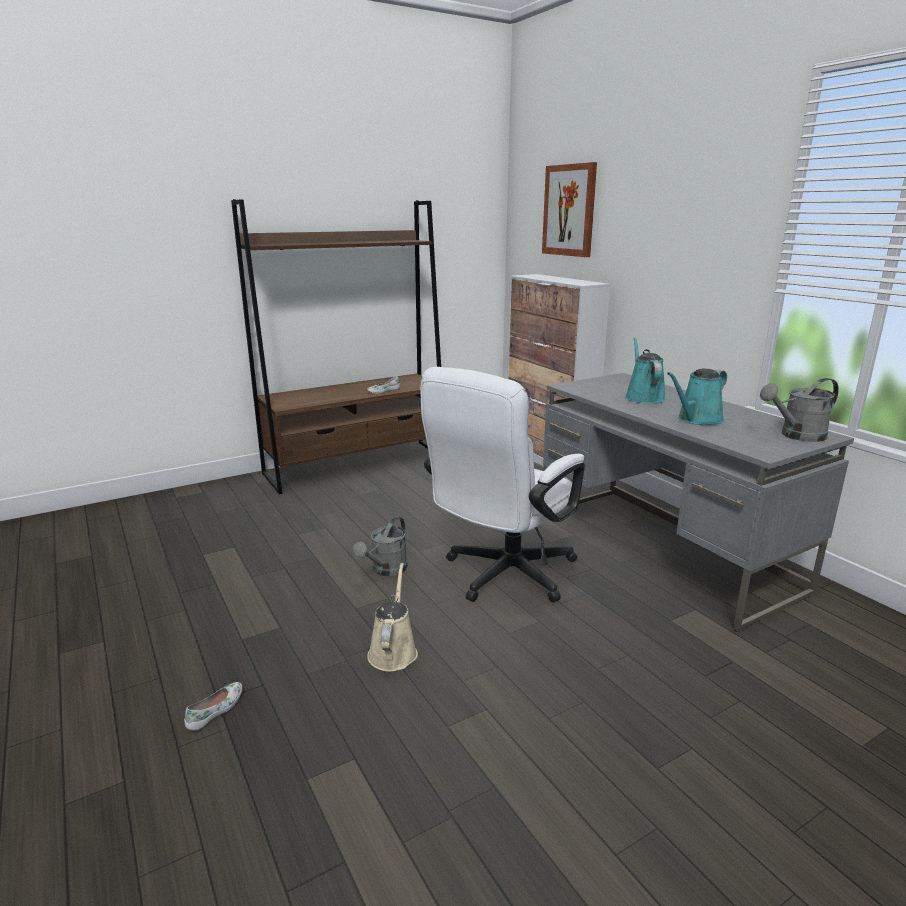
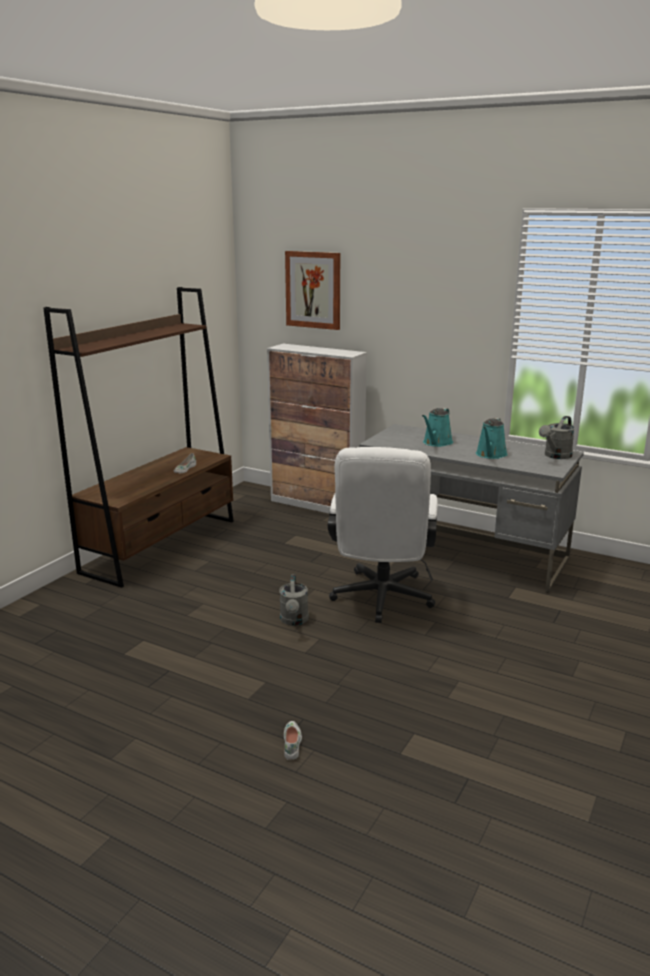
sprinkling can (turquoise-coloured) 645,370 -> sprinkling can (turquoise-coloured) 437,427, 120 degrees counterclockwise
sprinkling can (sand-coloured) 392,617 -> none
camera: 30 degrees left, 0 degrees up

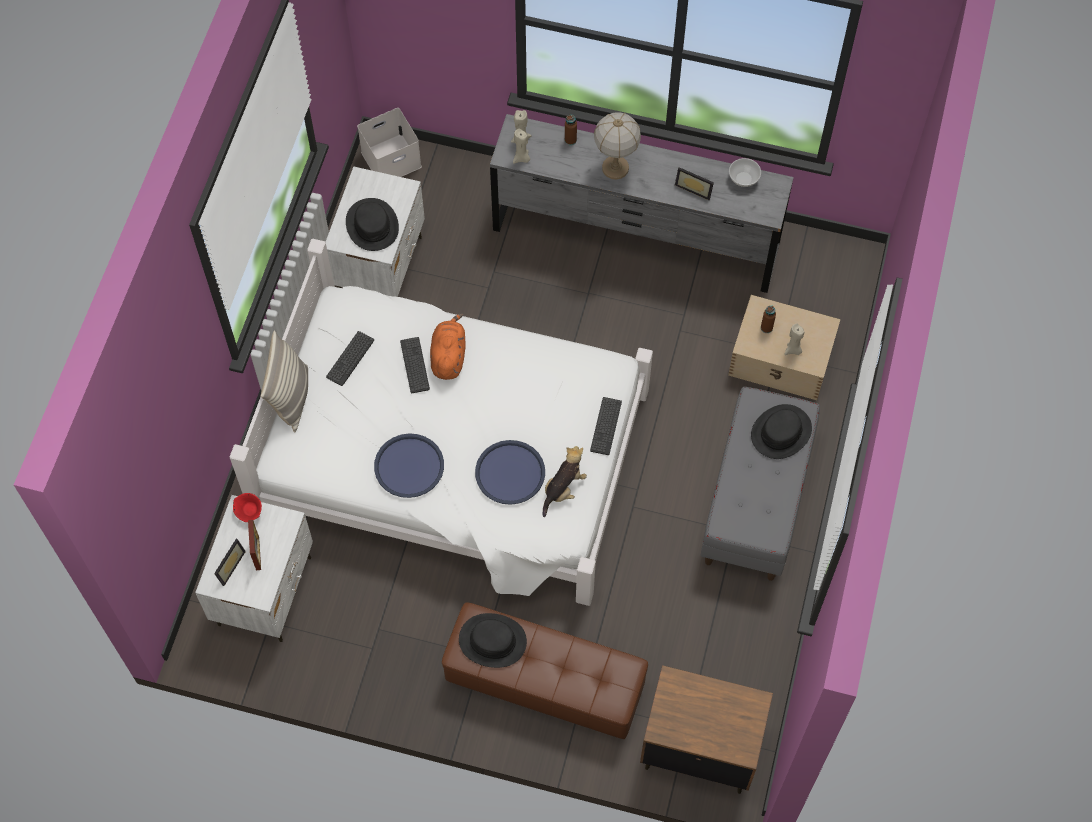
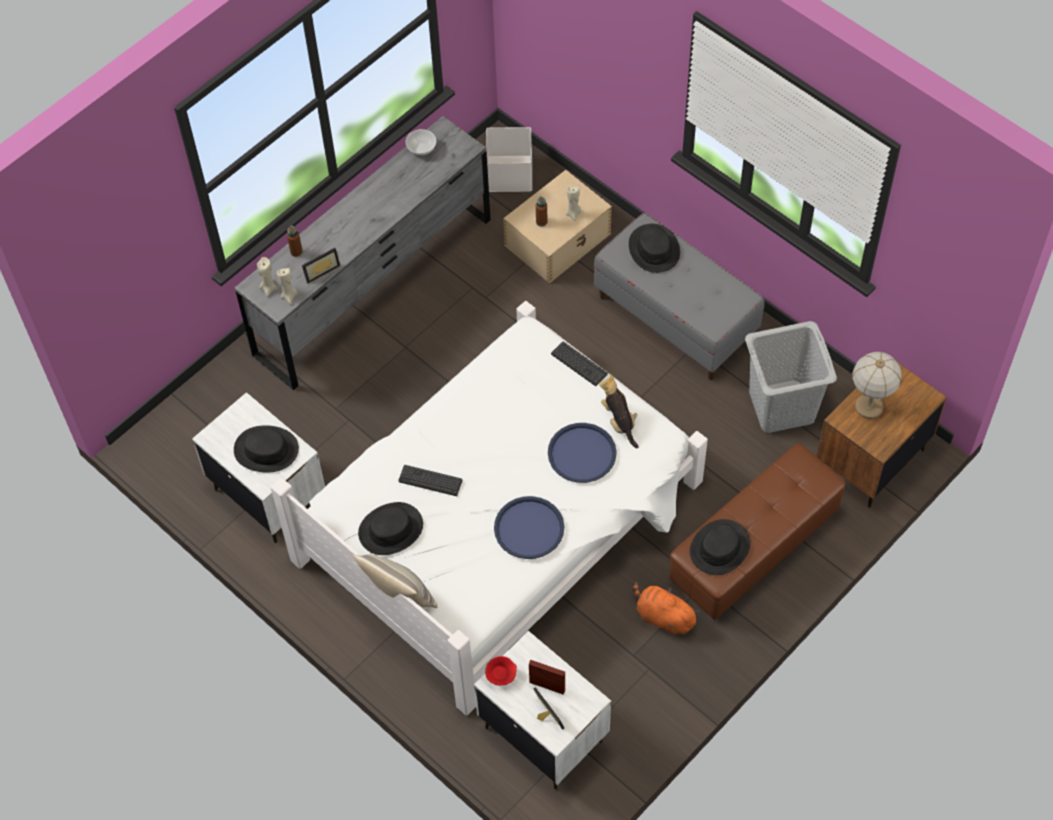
storage bin (white) 389,142 -> storage bin (white) 509,159, move
tabletop lamp 617,146 -> tabletop lamp 876,385, move
photo frame 694,183 -> photo frame 321,265, move
plush toy (orange) 448,346 -> plush toy (orange) 666,608, move
computer keyboard 350,358 -> wearable hat (blackish) 390,528
none -> hamper (grey) 791,377
camera: 60 degrees left, 5 degrees down

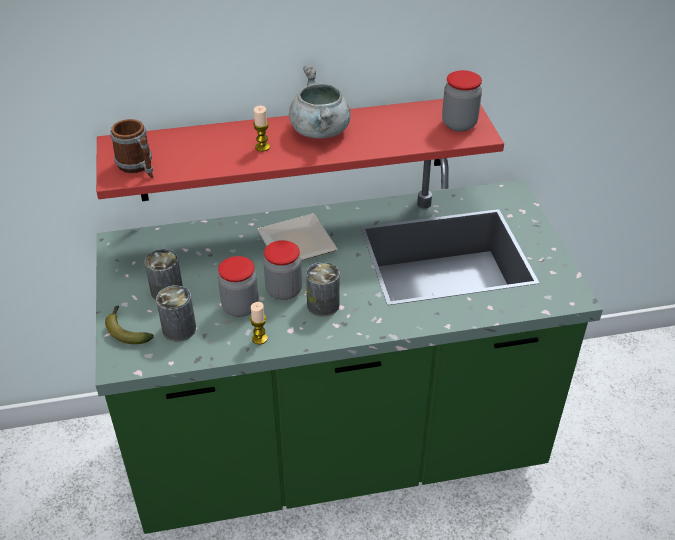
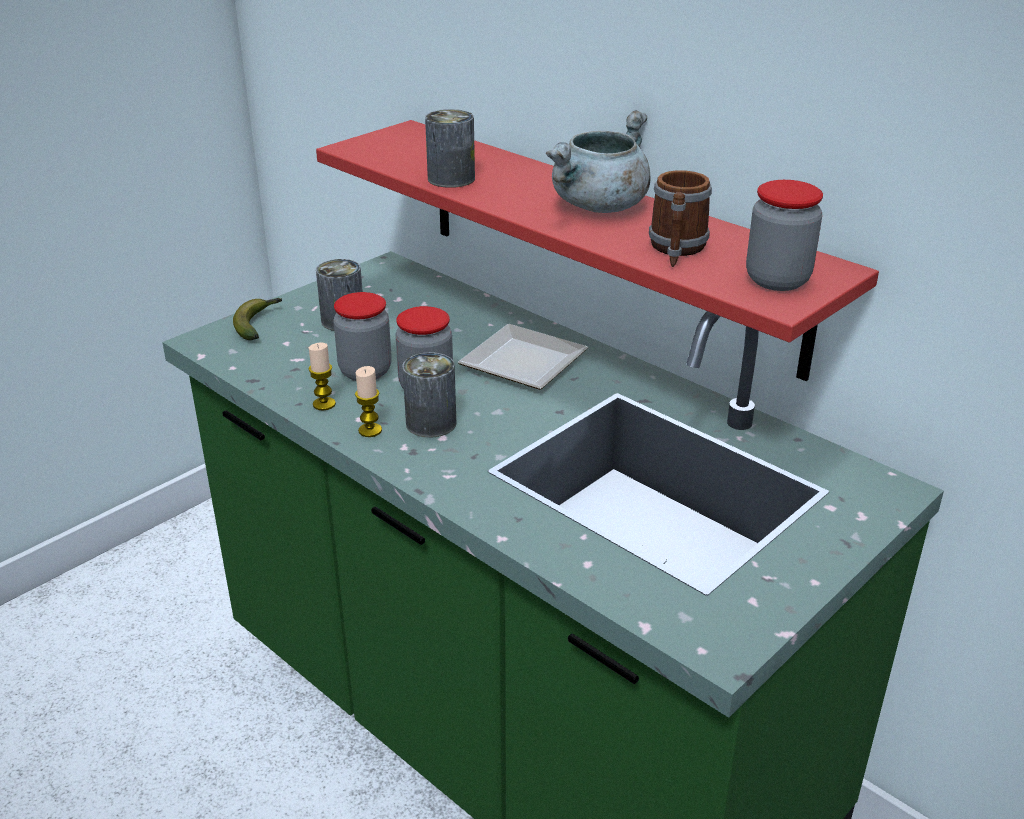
wax light 261,128 -> wax light 368,401, move
tea mug 131,148 -> tea mug 680,218, move
metal can 176,313 -> metal can 450,148, move
camera: 55 degrees right, 10 degrees down

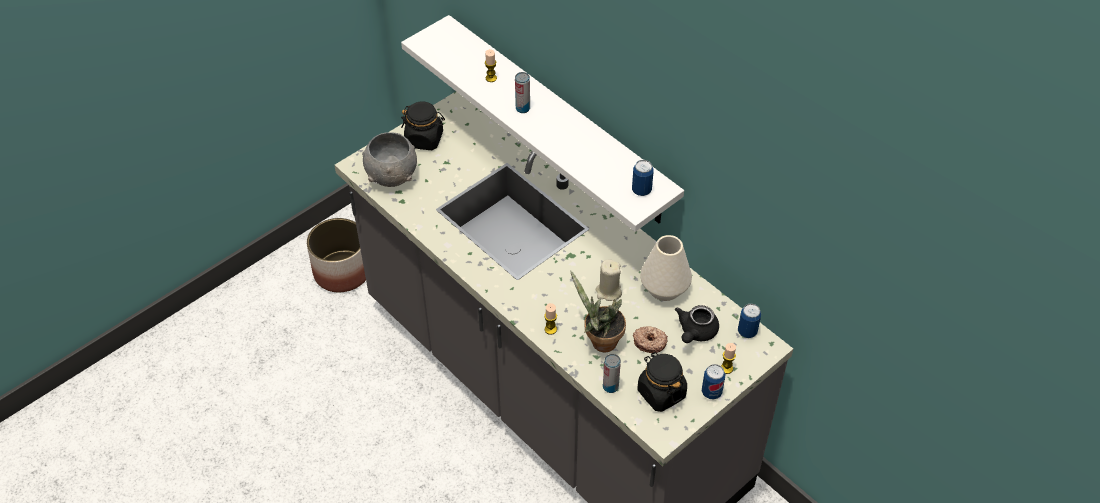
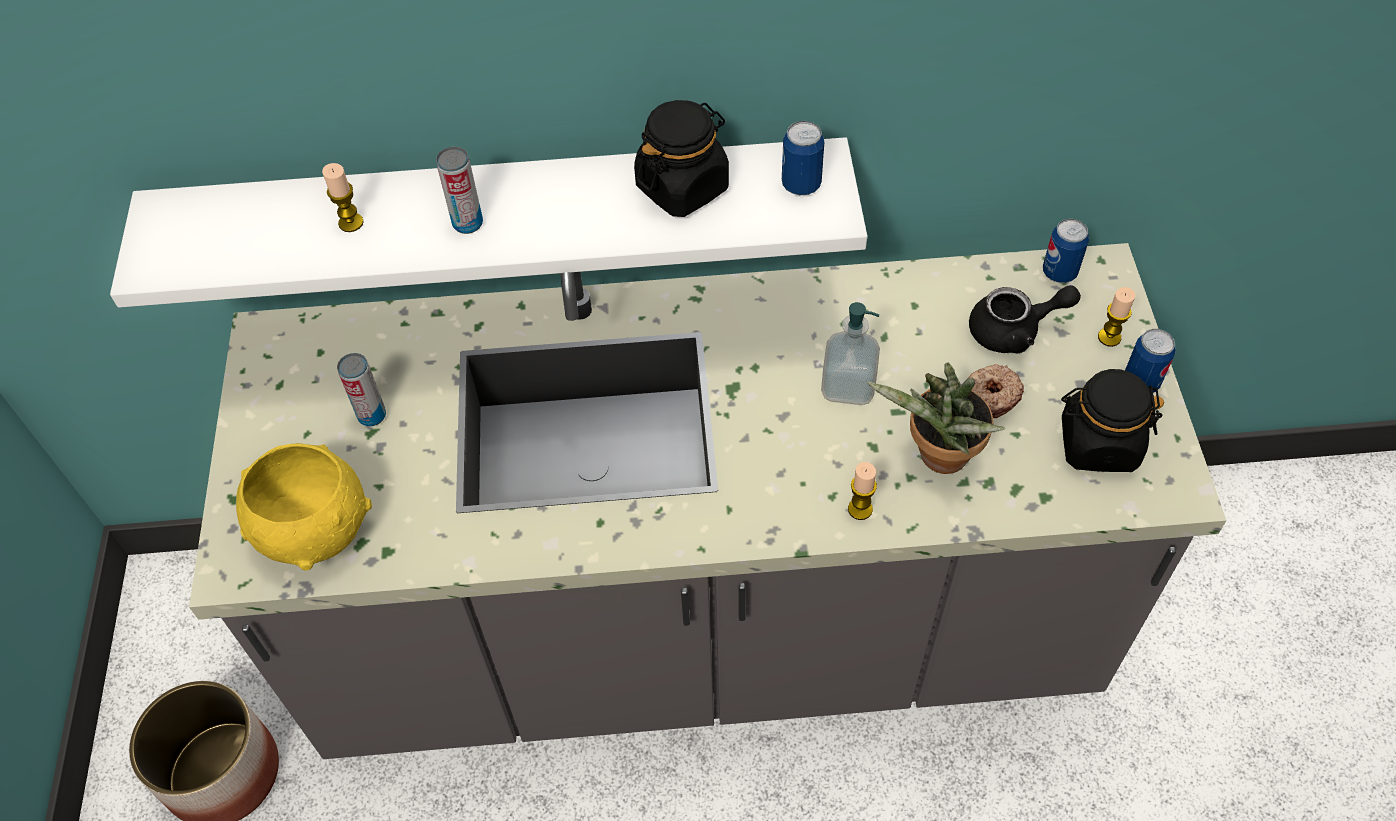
jar (blackish) 423,125 -> jar (blackish) 681,158, move
bowl (grey) 389,160 -> bowl (yellowish) 304,507
vase (white) 666,268 -> none
wax light (sand-coloured) 609,280 -> soap dispenser 850,353
tea pot (blackish) 697,324 -> tea pot (blackish) 1025,319, 75 degrees counterclockwise
metal can 612,373 -> metal can 361,389, move
camera: 50 degrees left, 5 degrees up

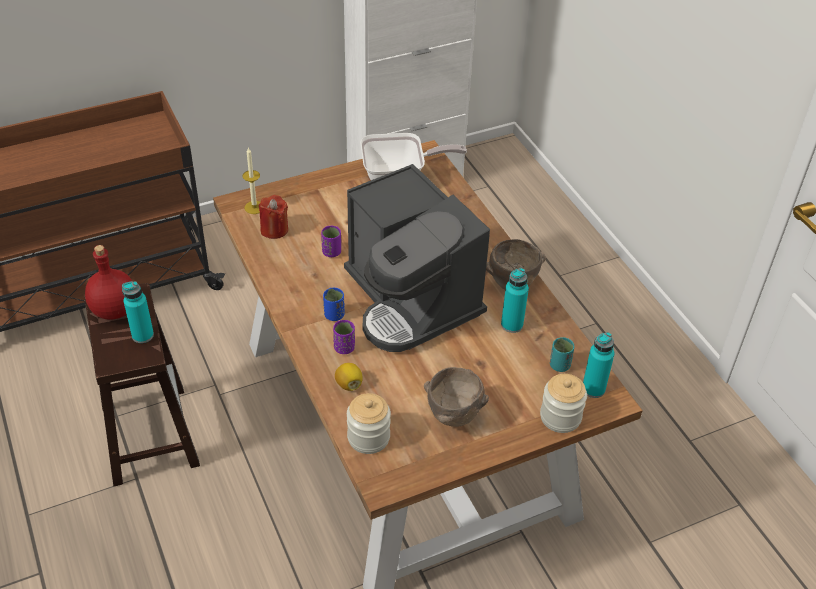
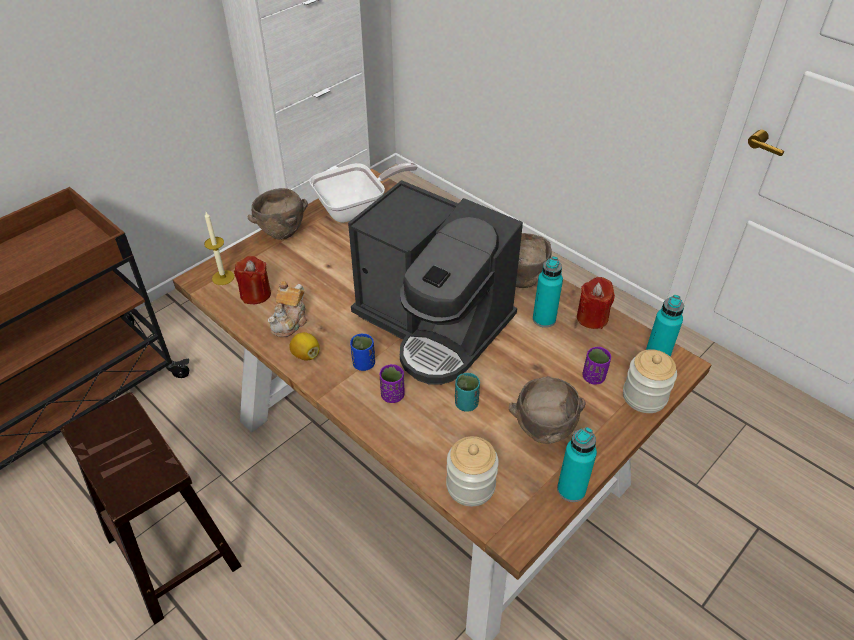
cup (purplish) 331,241 -> cup (purplish) 596,366, move
drink bottle (reddish) 108,282 -> none
drink bottle (turquoise-coloured) 138,312 -> drink bottle (turquoise-coloured) 577,464, move
cup (turquoise-coloured) 562,354 -> cup (turquoise-coloured) 467,392, move
citrus fruit 349,377 -> citrus fruit 304,346, move
none -> bowl (brown) 277,214
none -> wax light (reddish) 596,303
none -> tea pot 287,309
camera: 20 degrees left, 0 degrees up

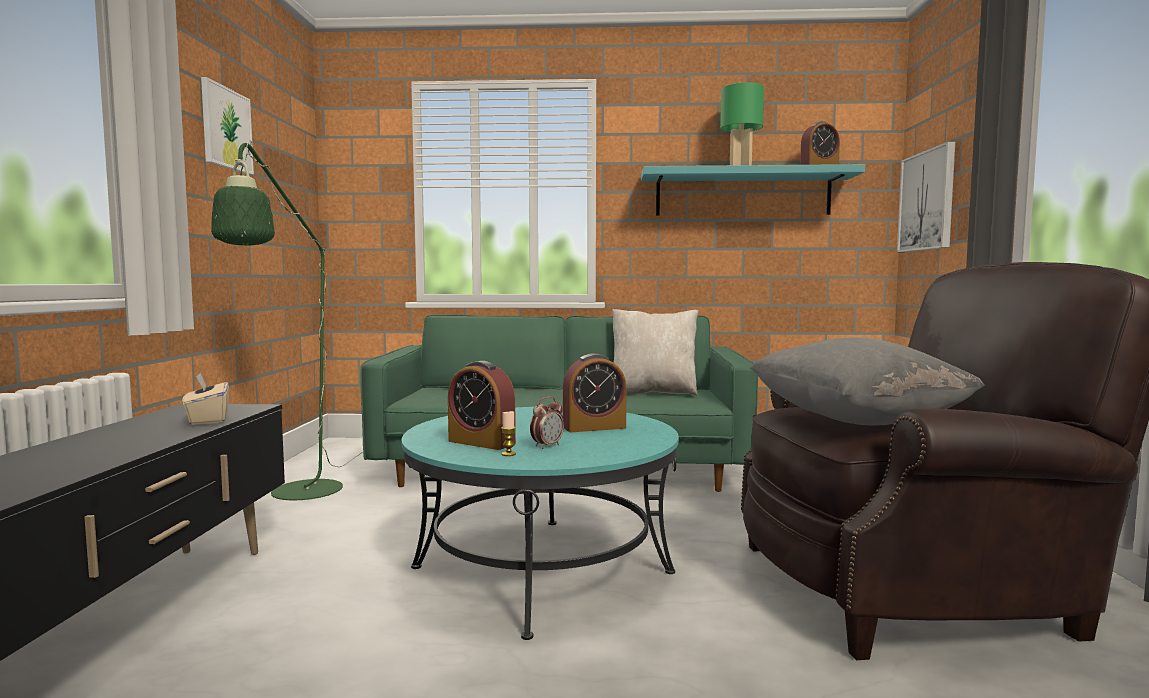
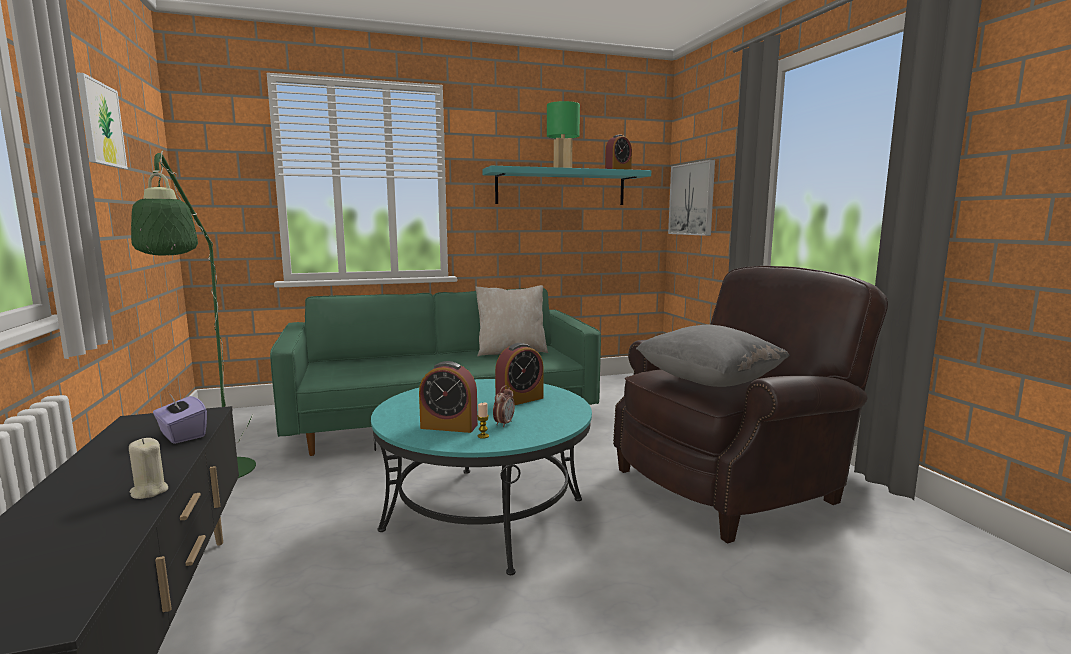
box of tissues (sand-coloured) 205,399 -> box of tissues (purplish) 180,418
none -> wax light (sand-coloured) 148,468
camera: 20 degrees left, 5 degrees up

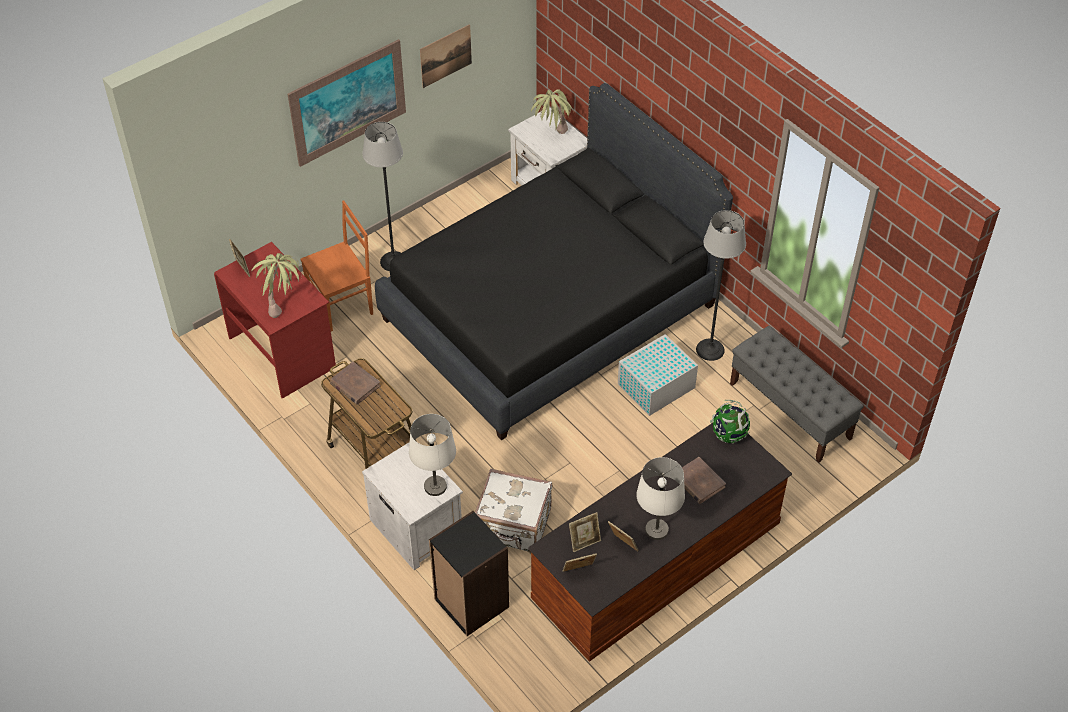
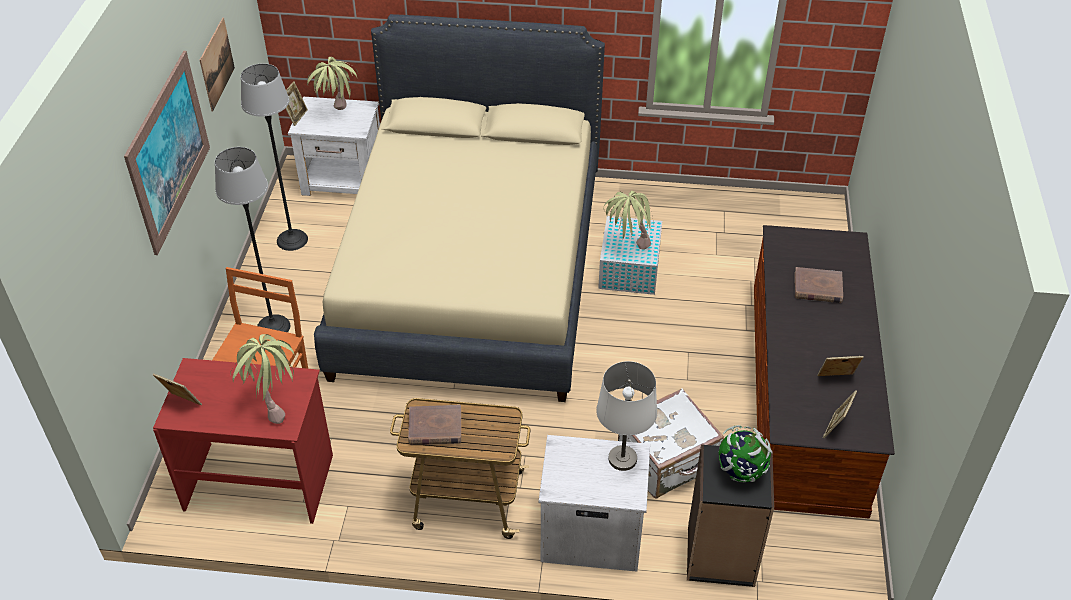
bedroom bed (blackish) 554,261 -> bedroom bed (sand-coloured) 459,208
standing lamp 721,285 -> standing lamp 274,157, move
indoor bench (grey) 797,394 -> none
world globe 730,421 -> world globe 745,453, move
tabletop lamp (white) 660,498 -> none
photo frame 585,532 -> photo frame 296,103, move
none -> houseplant 627,220
camera: 45 degrees left, 5 degrees down

